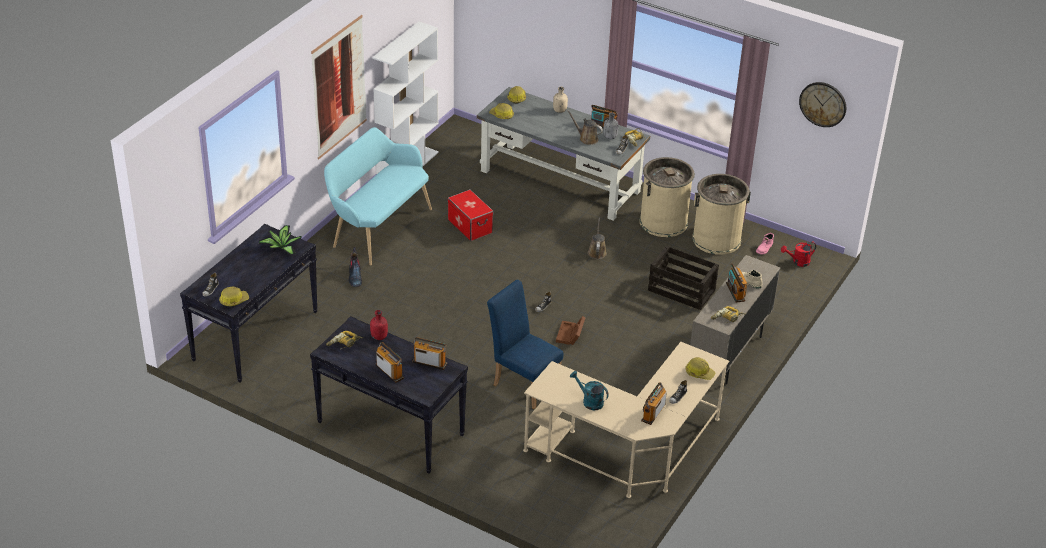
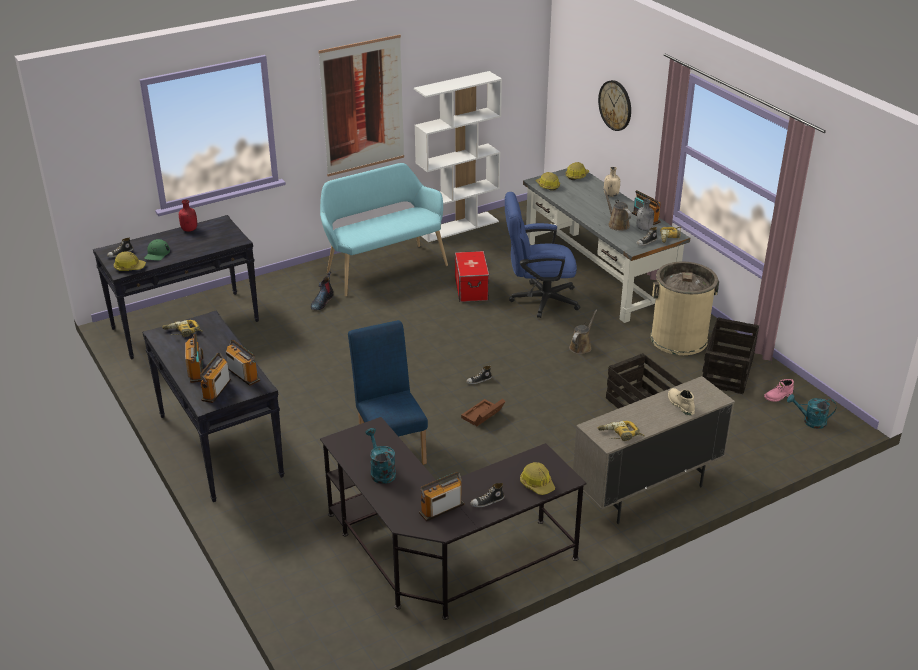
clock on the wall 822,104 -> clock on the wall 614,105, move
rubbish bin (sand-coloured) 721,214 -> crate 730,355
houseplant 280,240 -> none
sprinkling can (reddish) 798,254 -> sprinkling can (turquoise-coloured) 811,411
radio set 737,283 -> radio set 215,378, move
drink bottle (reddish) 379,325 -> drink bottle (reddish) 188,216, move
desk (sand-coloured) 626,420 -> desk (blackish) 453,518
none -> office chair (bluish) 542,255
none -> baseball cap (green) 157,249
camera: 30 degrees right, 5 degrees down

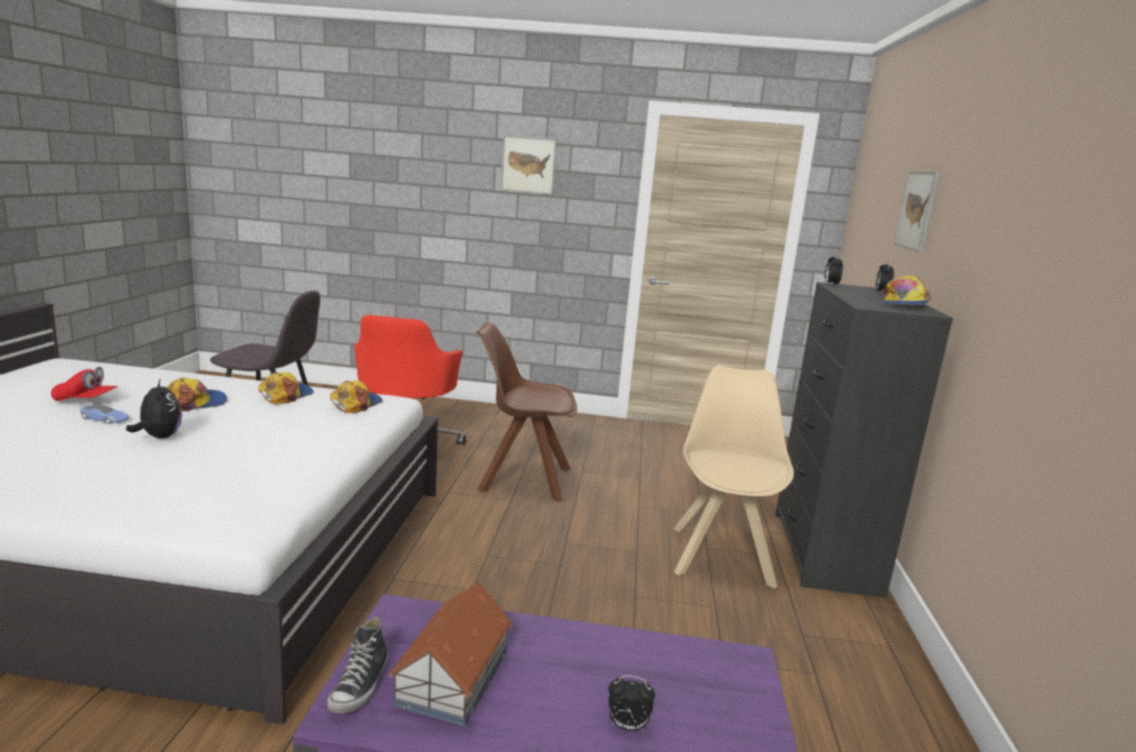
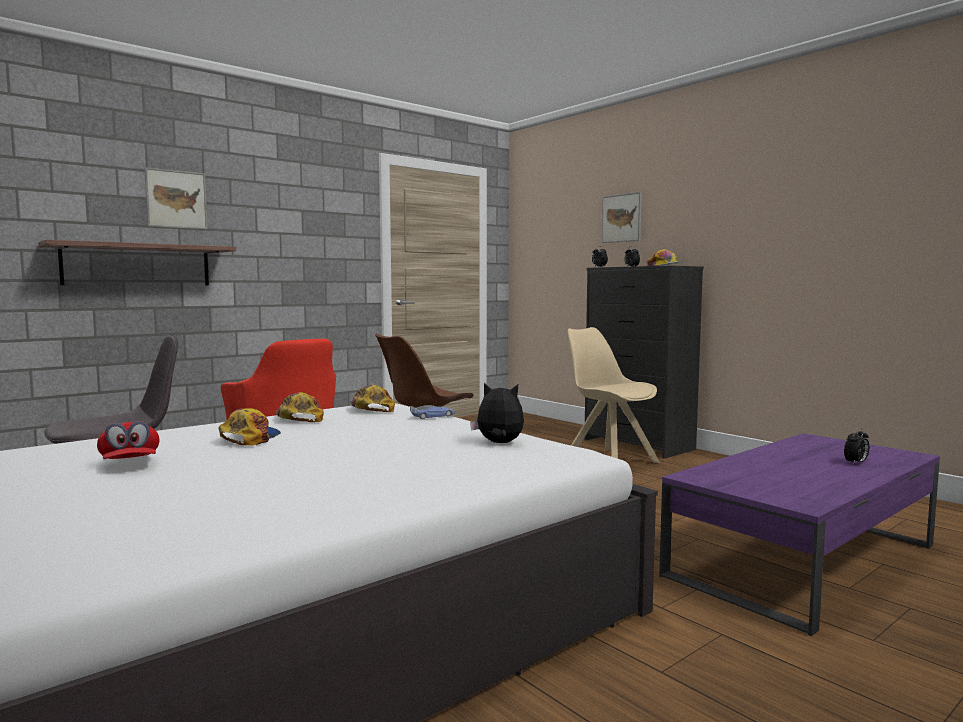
picture 529,165 -> picture 176,198, move
baseball cap (reddish) 84,384 -> baseball cap (reddish) 128,440, 105 degrees clockwise
plush toy 154,409 -> plush toy 497,412, move
toy car 104,413 -> toy car 433,412, move
miniature house 450,654 -> none
low shoe 357,665 -> none
none -> wall shelf 137,262
camera: 45 degrees left, 10 degrees down

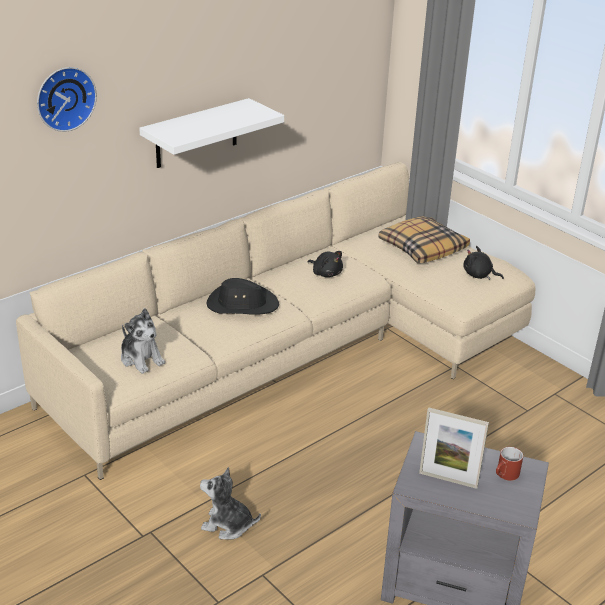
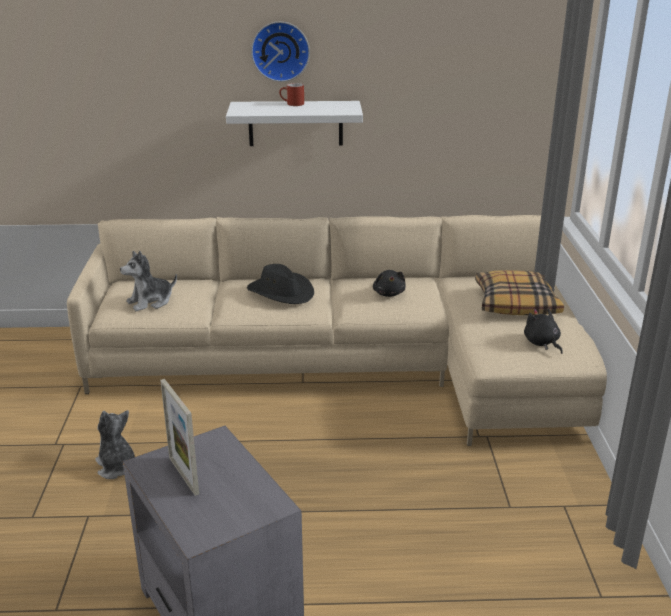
clock on the wall 67,99 -> clock on the wall 280,52, move
plush toy 143,341 -> plush toy 148,281, 60 degrees clockwise
tea mug (reddish) 509,464 -> tea mug (reddish) 291,94, move
camera: 40 degrees right, 5 degrees down

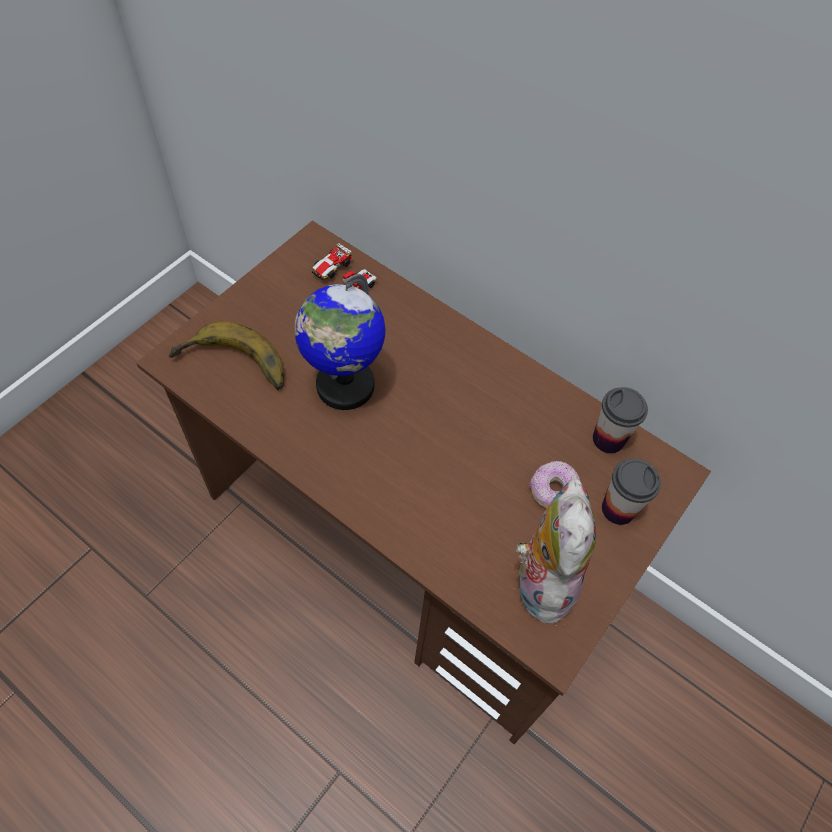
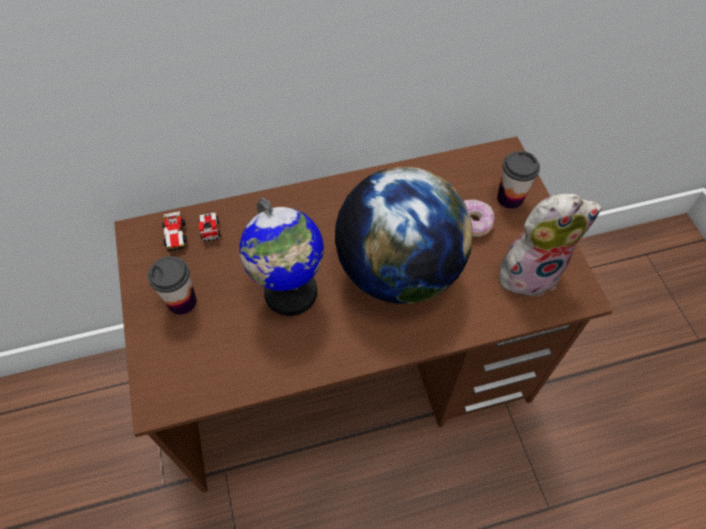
whole banana 226,356 -> none
cup 620,420 -> cup 172,285, move
plush toy 556,554 -> plush toy 550,245, 120 degrees clockwise
none -> world globe 404,235
camera: 50 degrees left, 0 degrees up

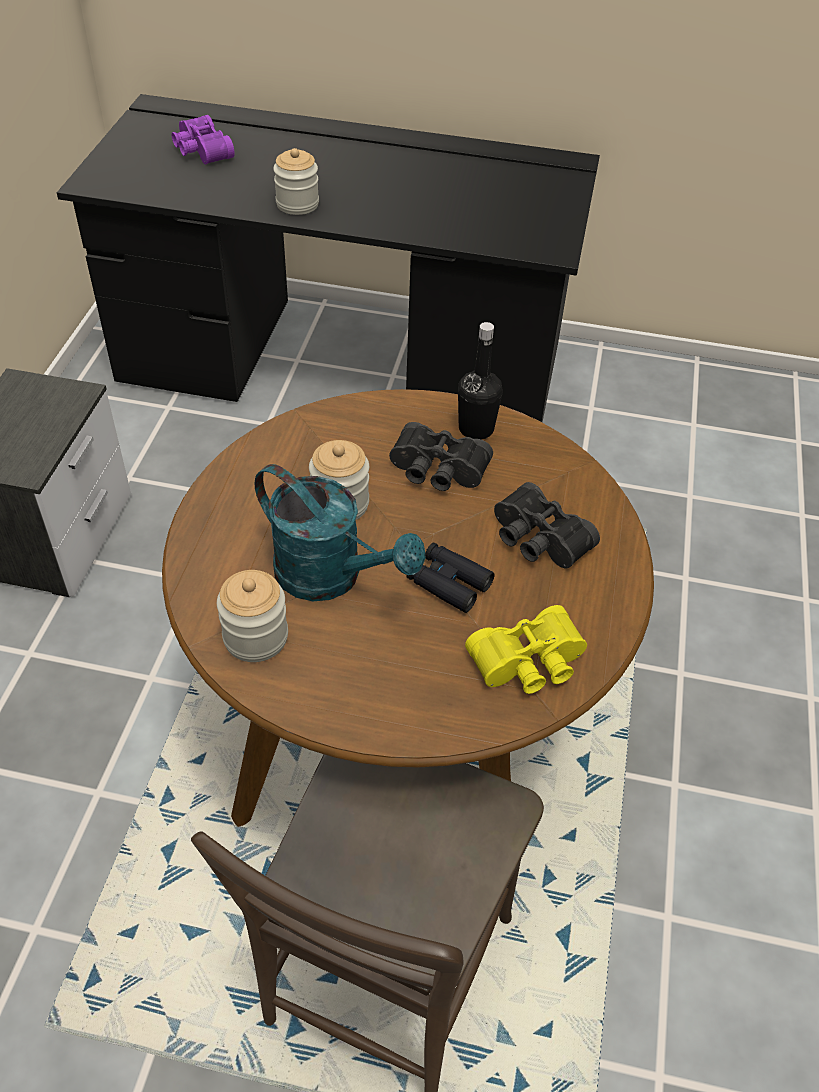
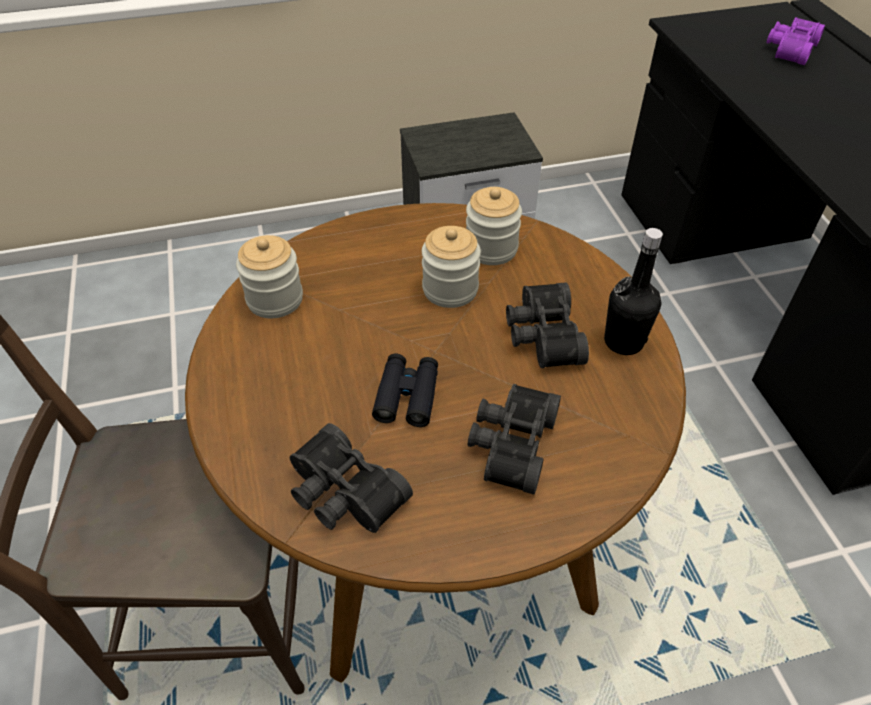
jar 296,181 -> jar 494,226, move
sprinkling can (turquoise-coloured) 340,532 -> none
pair of binoculars (yellowish) 526,649 -> pair of binoculars (blackish) 351,478
camera: 65 degrees right, 0 degrees up

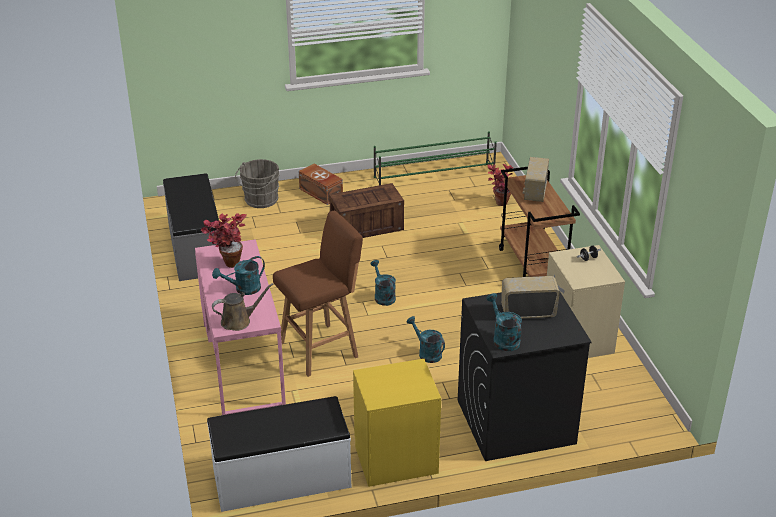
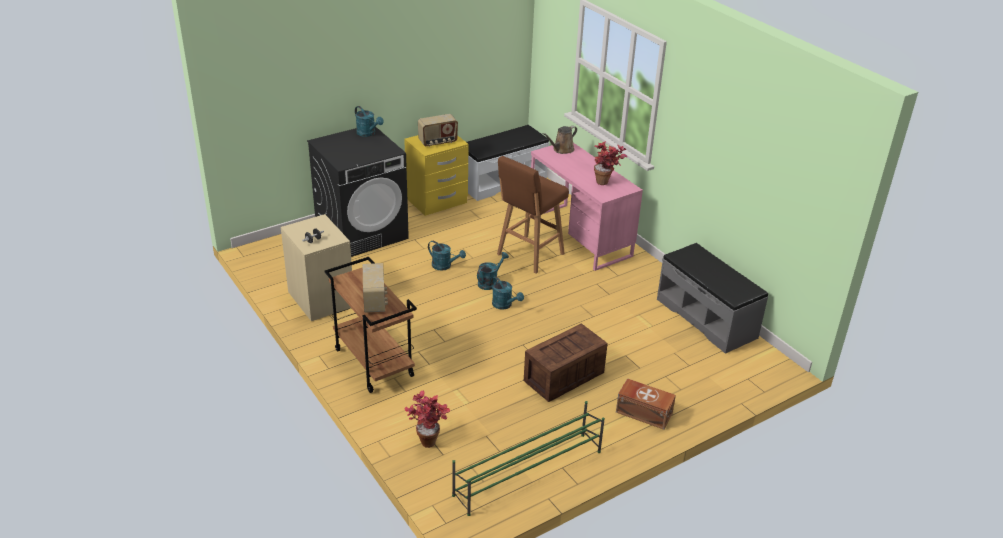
pail (grey) 257,183 -> none
sprinkling can (turquoise-coloured) 238,275 -> sprinkling can (turquoise-coloured) 493,271, move
radio set 530,297 -> radio set 438,130, move
camera: 160 degrees right, 0 degrees up

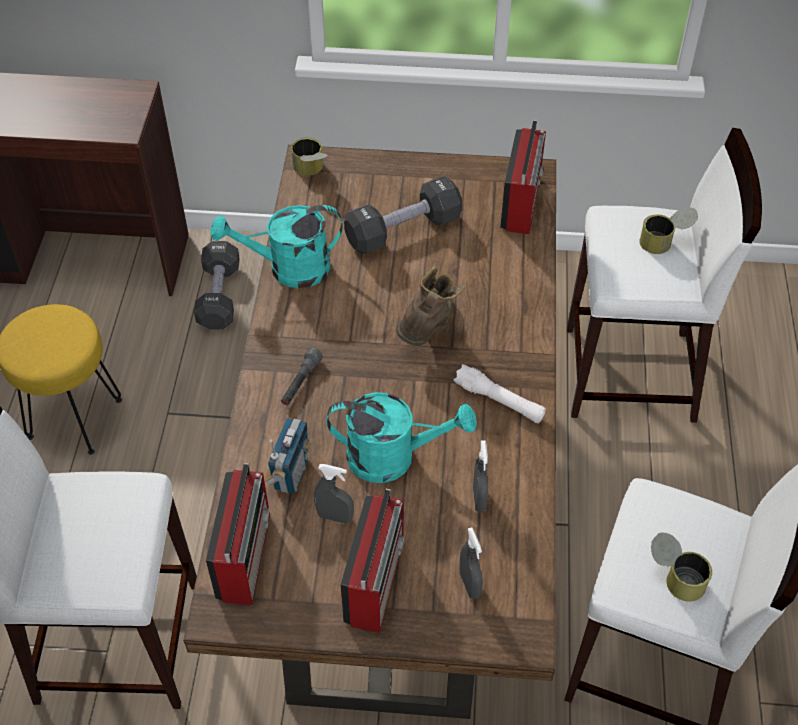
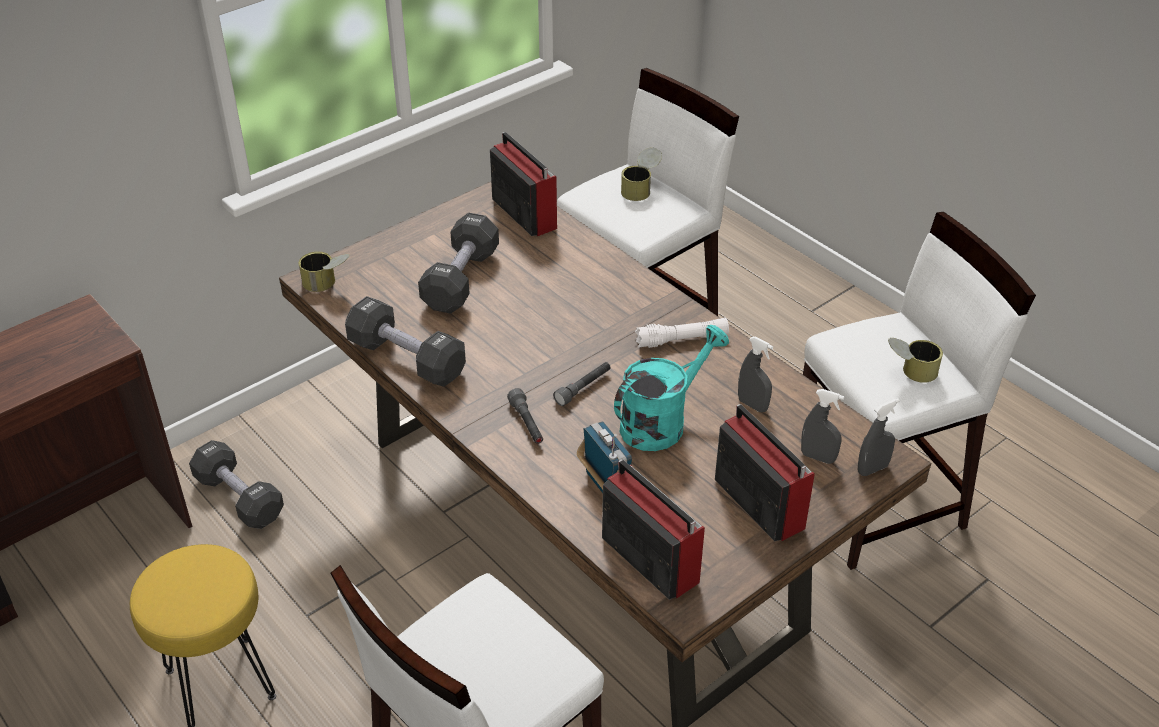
sprinkling can (turquoise-coloured) 276,246 -> free weight (blackish) 405,341
tall boot (brown) 430,306 -> none
sprayer (grey) 334,494 -> sprayer (grey) 879,437, move
none -> flashlight (grey) 582,384
camera: 45 degrees left, 10 degrees down

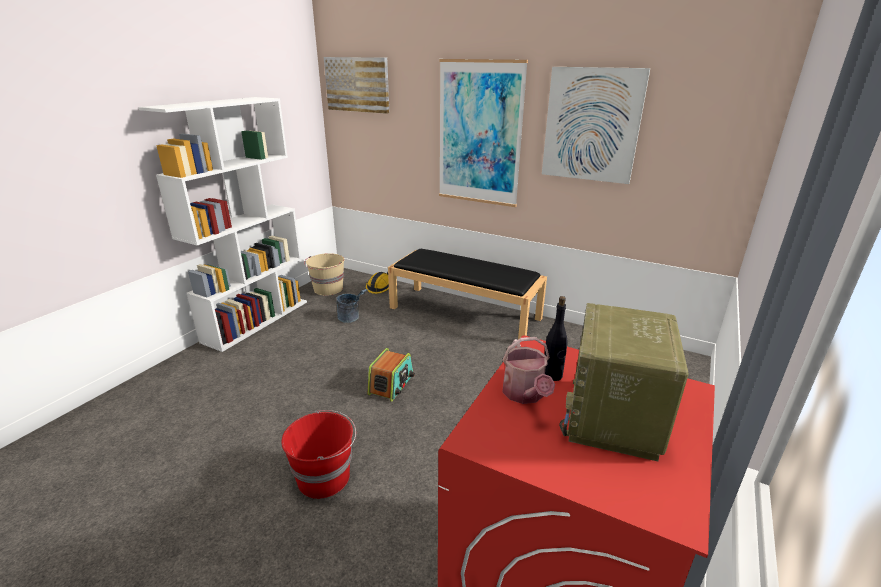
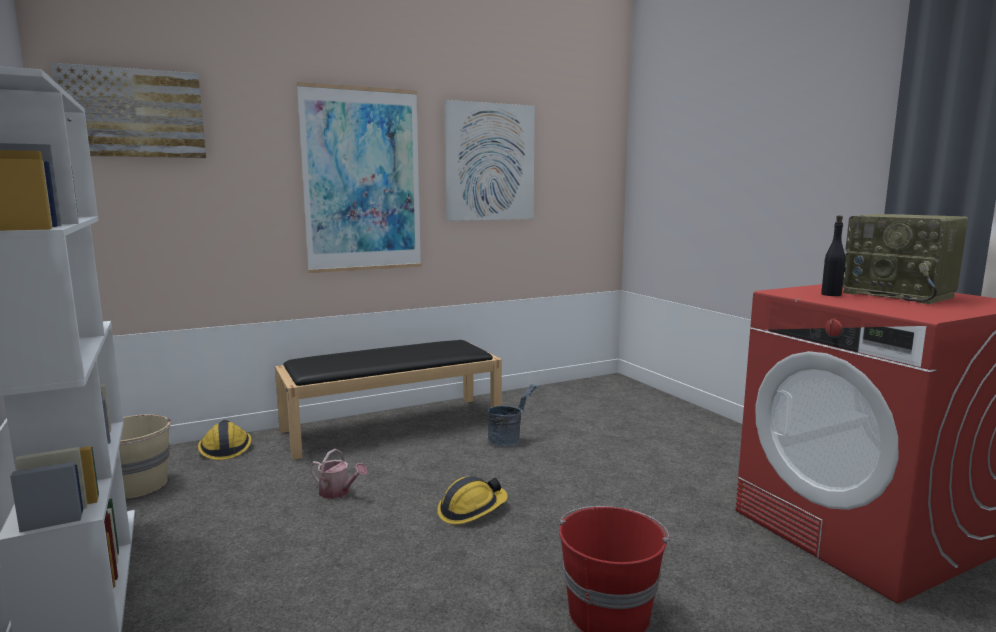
pail (grey) 352,306 -> pail (grey) 513,415, move
sprinkling can 529,370 -> sprinkling can 339,474, move
radio set 391,375 -> work helmet 472,500
camera: 55 degrees left, 15 degrees down

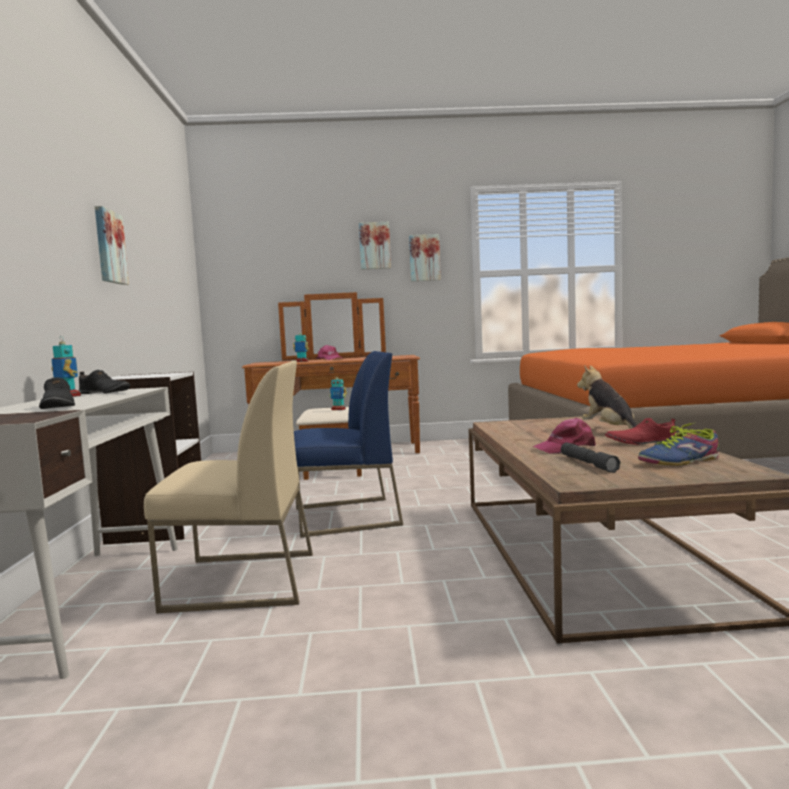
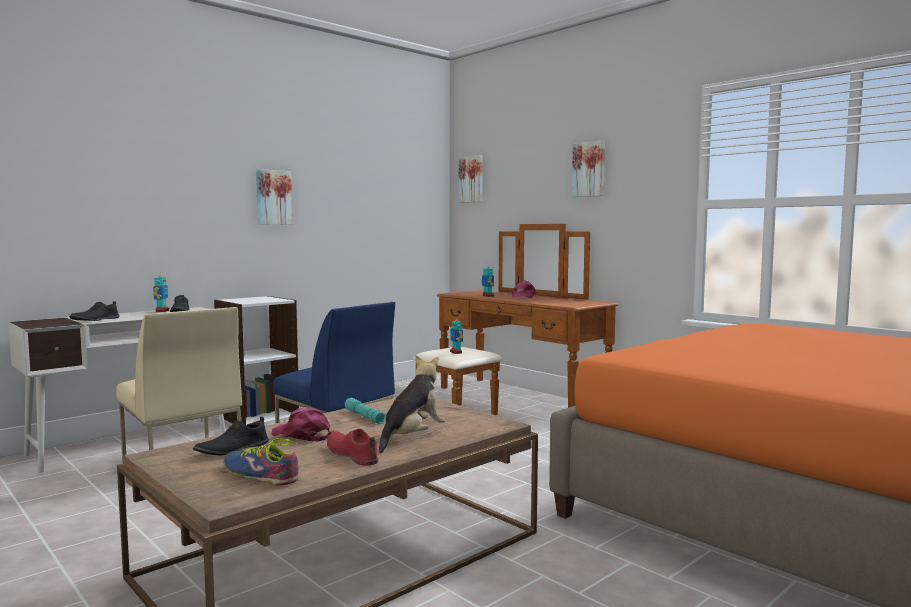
picture 425,257 -> picture 471,179, move
flashlight (grey) 590,458 -> low shoe (blackish) 231,436
none -> flashlight (turquoise-coloured) 364,411
camera: 50 degrees right, 0 degrees up

